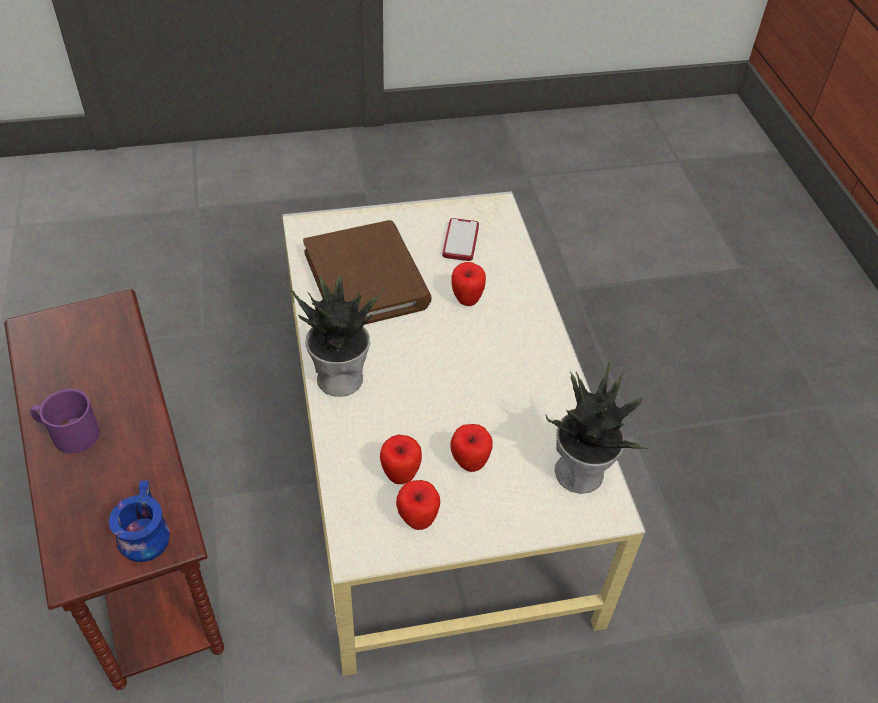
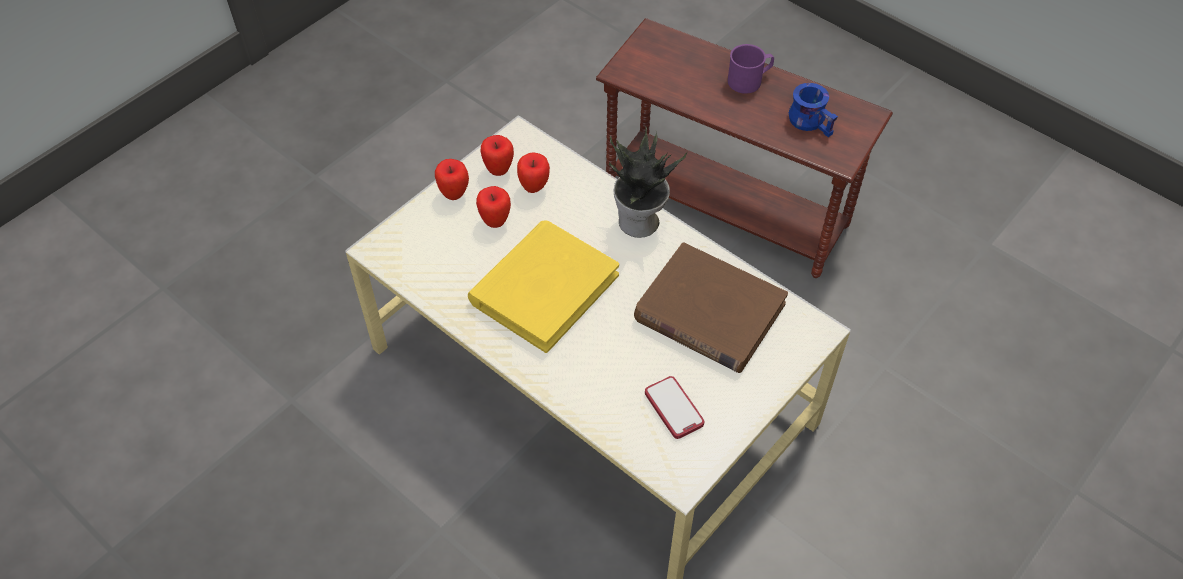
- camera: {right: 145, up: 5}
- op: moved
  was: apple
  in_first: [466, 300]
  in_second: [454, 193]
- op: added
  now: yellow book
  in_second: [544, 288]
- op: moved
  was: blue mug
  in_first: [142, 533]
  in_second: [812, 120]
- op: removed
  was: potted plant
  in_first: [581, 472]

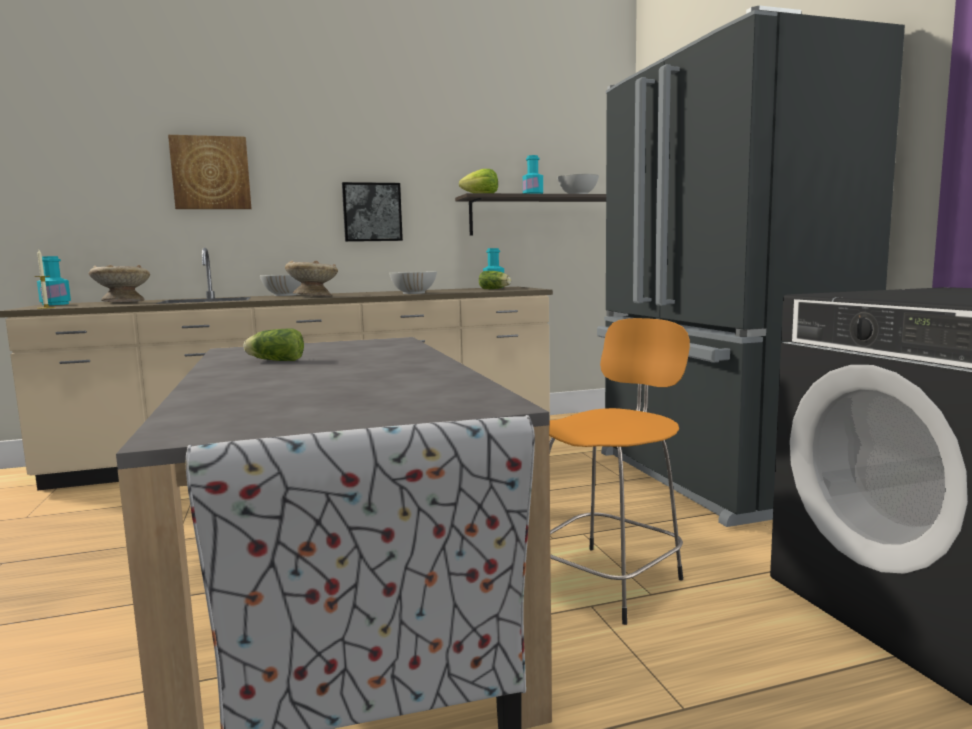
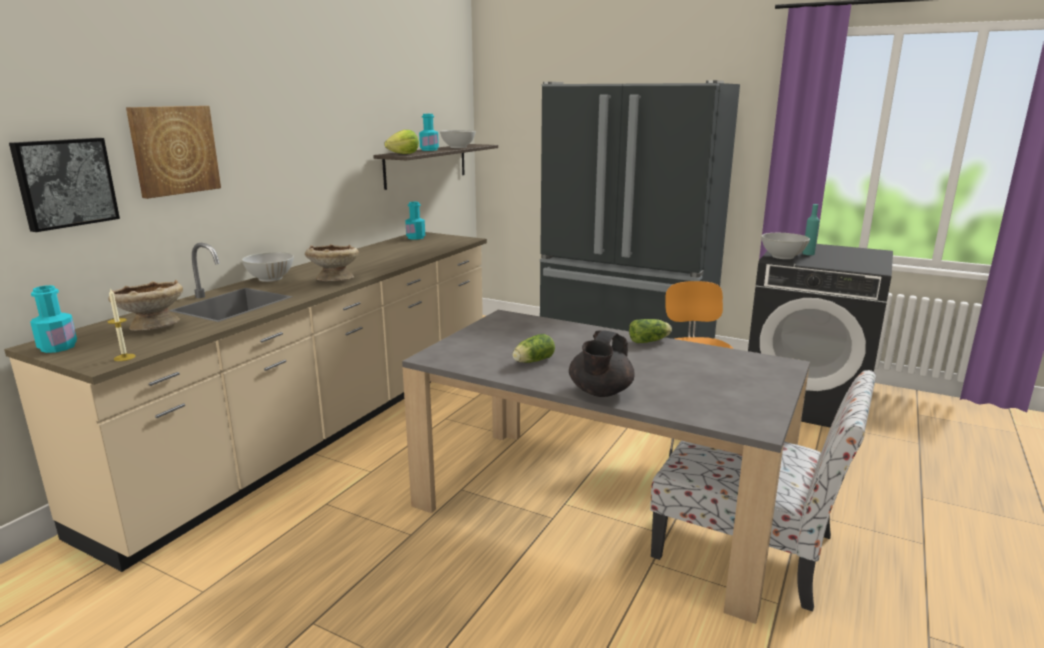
- camera: {right: -45, up: 10}
- op: moved
  was: picture
  in_first: [372, 212]
  in_second: [65, 183]
- op: added
  now: black teapot
  in_second: [600, 392]
- op: moved
  was: lettuce
  in_first: [495, 289]
  in_second: [650, 341]
- op: moved
  was: white bowl
  in_first: [413, 293]
  in_second: [782, 257]
- op: added
  now: turquoise bottle
  in_second: [808, 254]

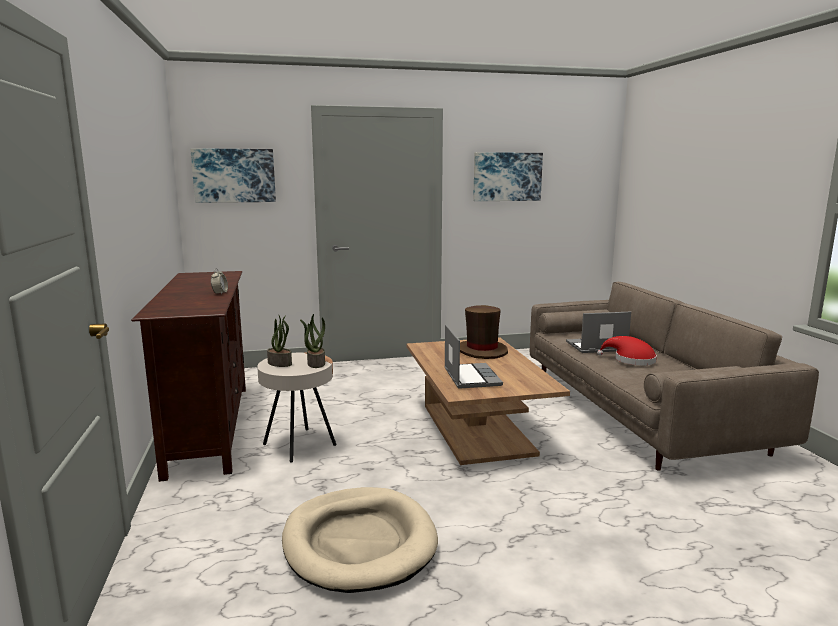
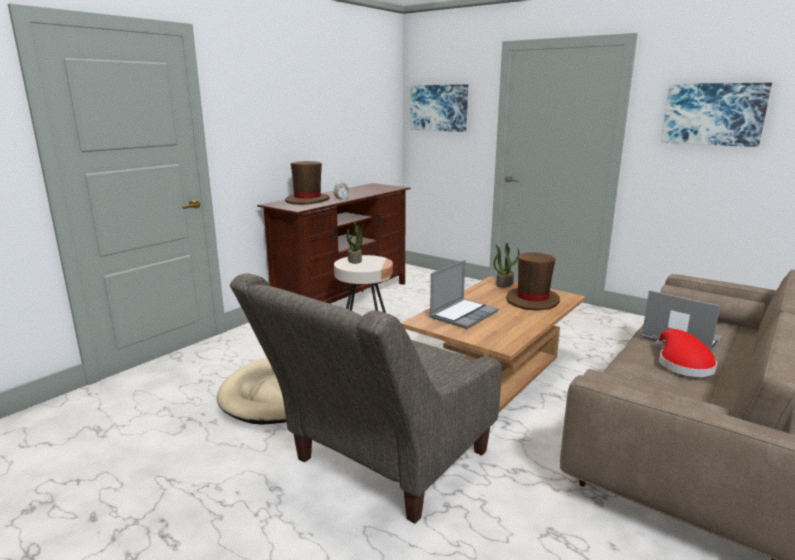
- camera: {right: 50, up: 5}
- op: added
  now: grey armchair
  in_second: [379, 466]
- op: added
  now: brown hat
  in_second: [308, 200]
- op: moved
  was: potted plant
  in_first: [315, 363]
  in_second: [504, 284]

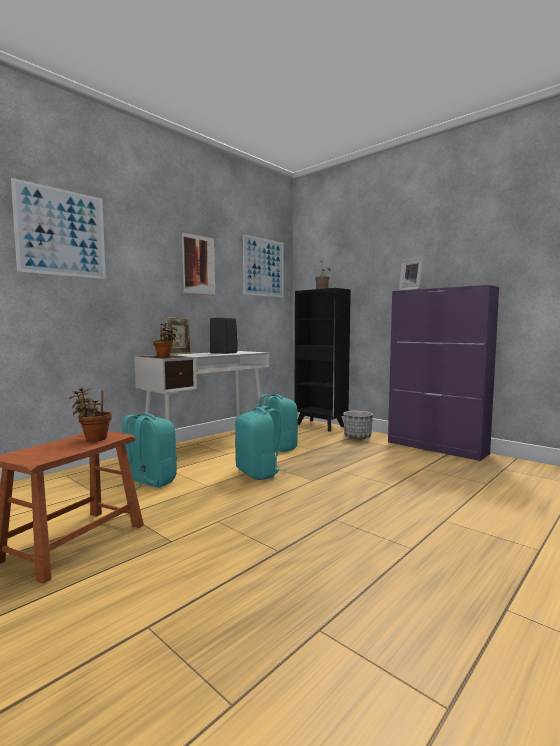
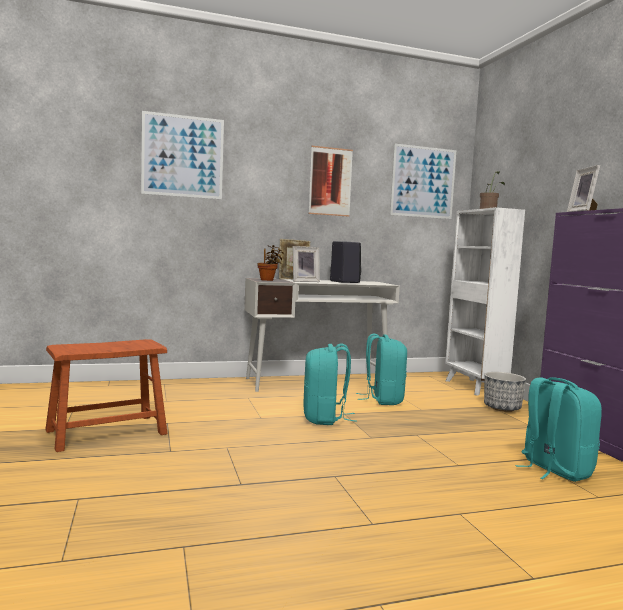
- camera: {right: 30, up: 0}
- op: added
  now: picture frame
  in_second: [304, 281]
- op: recoloured
  was: black bookcase
  now: white bookcase
  in_first: [320, 426]
  in_second: [474, 387]
- op: moved
  was: turquoise backpack
  in_first: [149, 482]
  in_second: [554, 470]
- op: removed
  was: potted plant
  in_first: [93, 439]

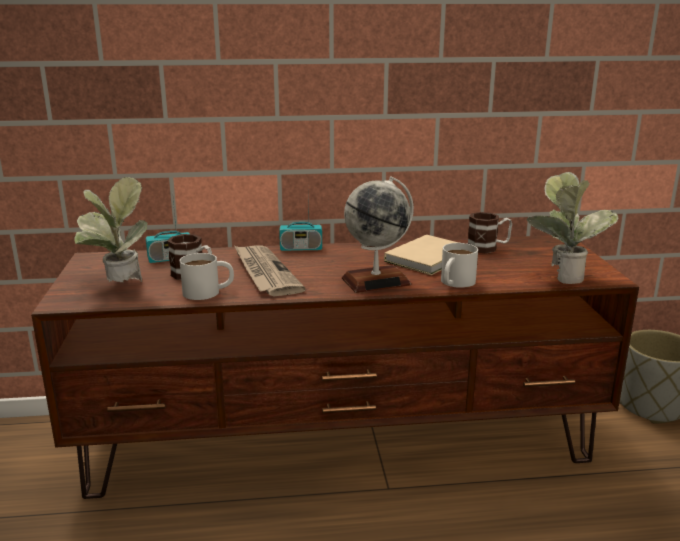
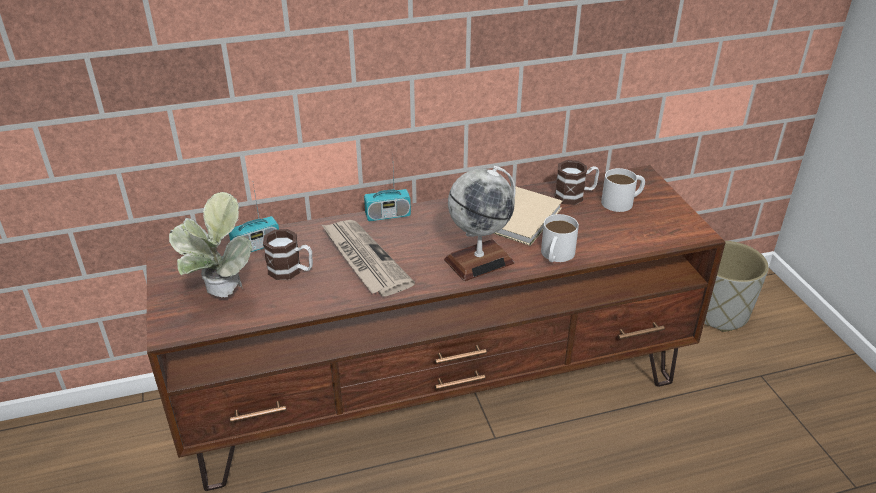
- camera: {right: -10, up: 15}
- op: moved
  was: white mug
  in_first: [208, 292]
  in_second: [622, 201]
- op: removed
  was: potted plant
  in_first: [562, 275]

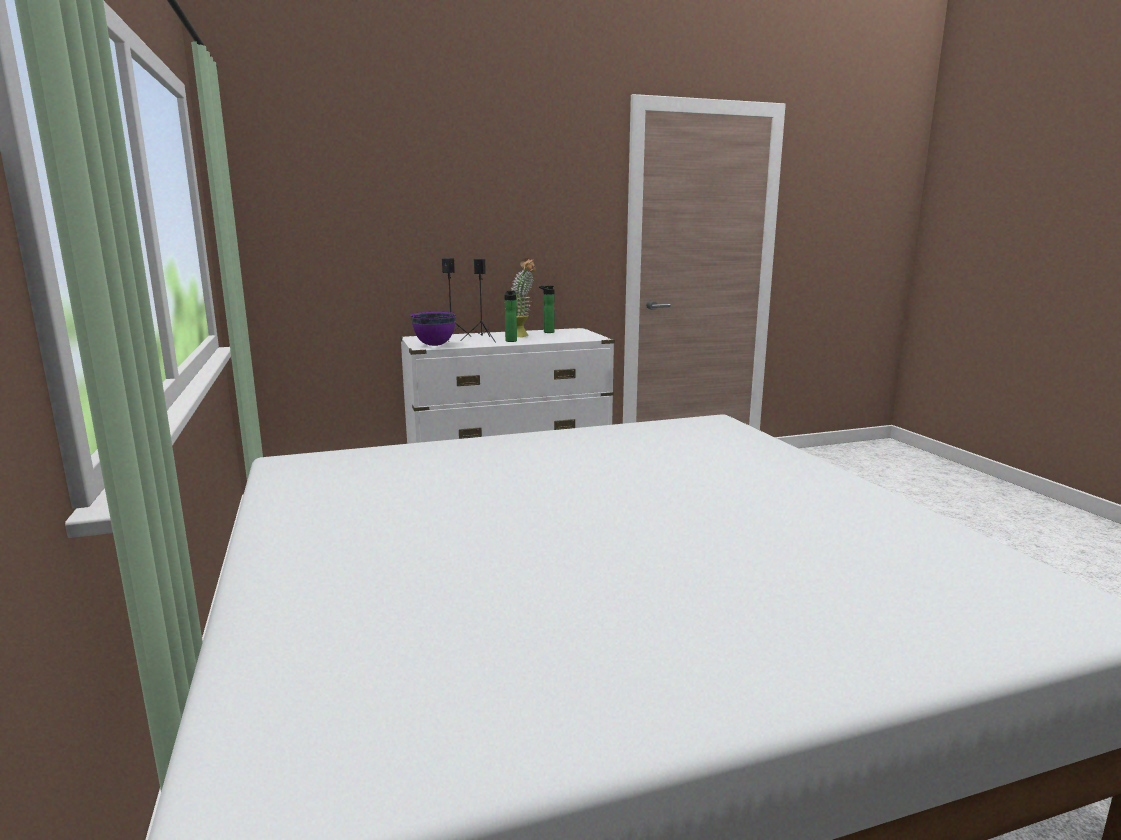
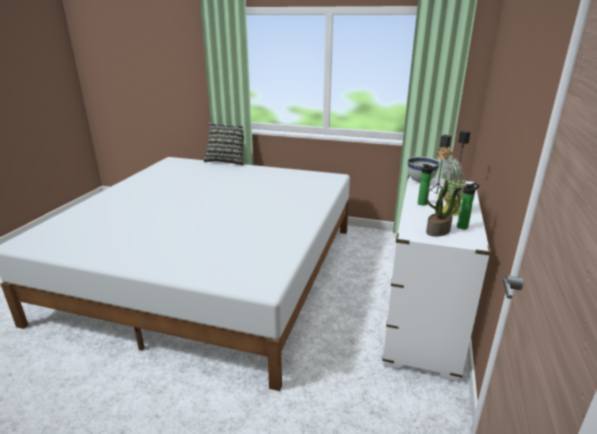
- camera: {right: 125, up: 10}
- op: added
  now: pillow
  in_second: [227, 161]
- op: recoloured
  was: purple bowl
  now: white bowl
  in_first: [435, 345]
  in_second: [420, 182]
- op: added
  now: potted plant
  in_second: [438, 231]

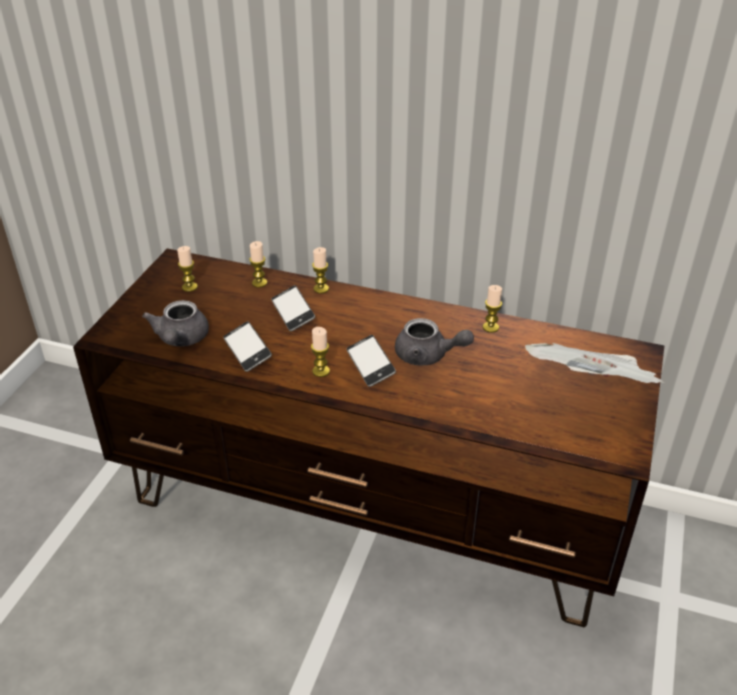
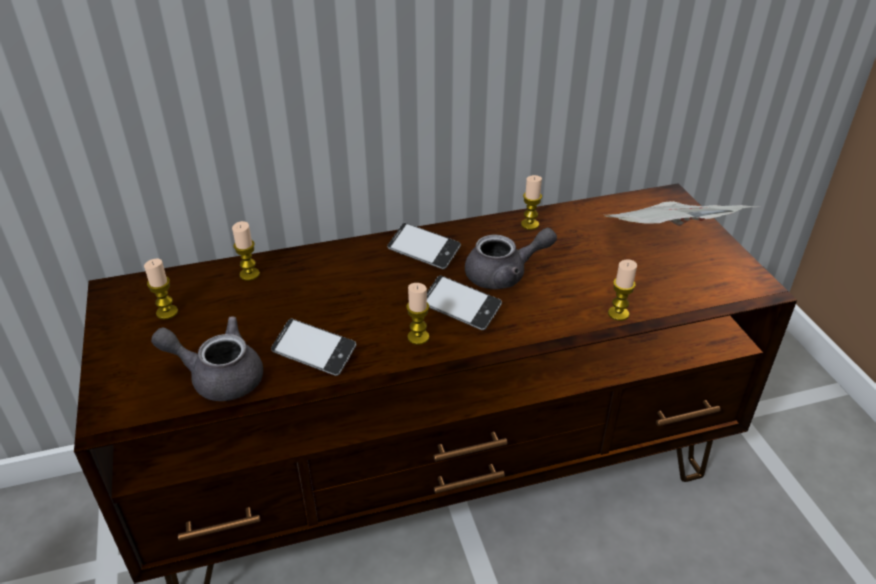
- camera: {right: -35, up: 0}
- op: turned
  was: grey teapot
  in_first: [180, 339]
  in_second: [218, 376]
  clockwise: 135
- op: moved
  was: phone
  in_first: [293, 312]
  in_second: [423, 251]
- op: moved
  was: candle
  in_first: [321, 289]
  in_second: [618, 314]

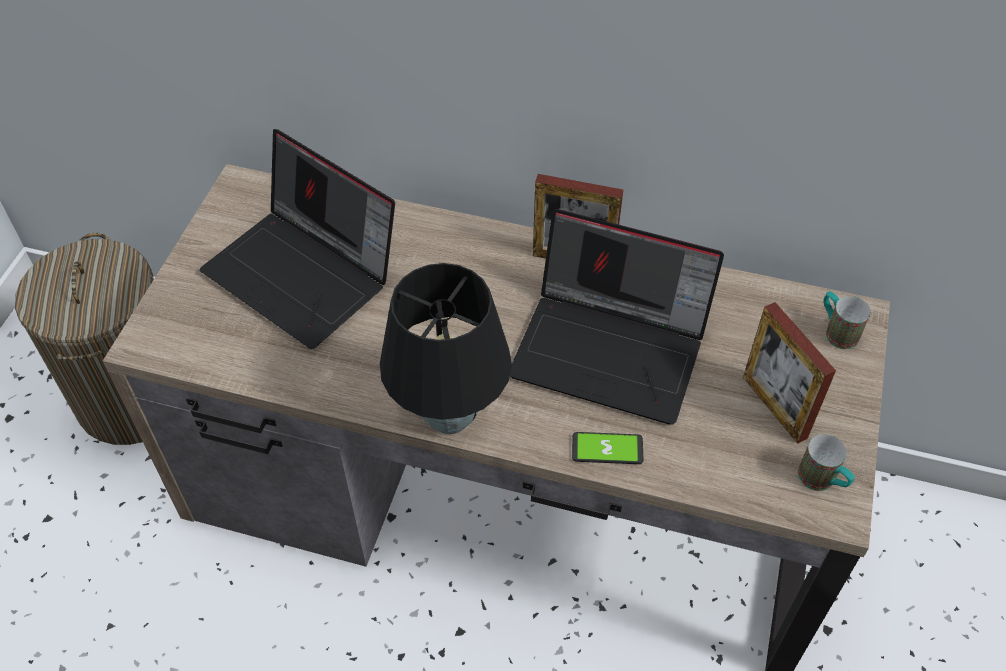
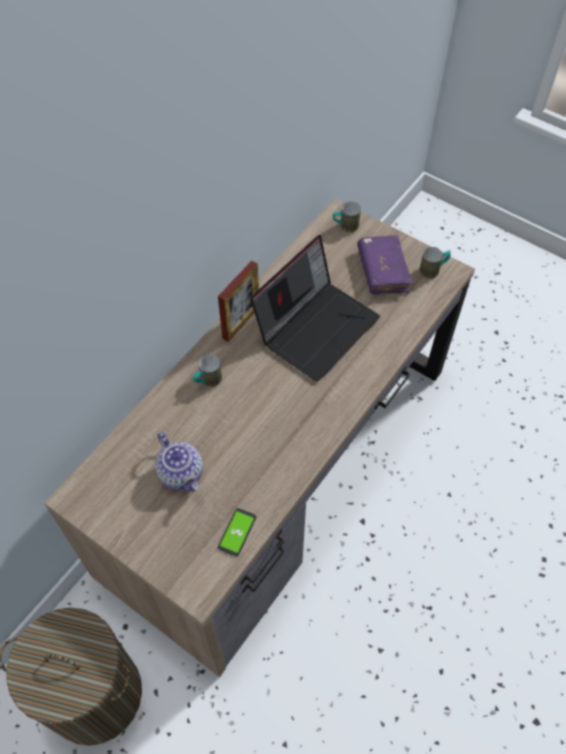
- camera: {right: -70, up: 5}
- op: replaced
  was: laptop
  now: teapot
  in_first: [305, 273]
  in_second: [182, 473]
- op: added
  now: mug
  in_second: [207, 381]
- op: moved
  was: phone
  in_first: [607, 449]
  in_second: [237, 532]
- op: replaced
  was: picture frame
  now: purple book
  in_first: [774, 407]
  in_second: [383, 271]
- op: removed
  was: black table lamp
  in_first: [448, 417]

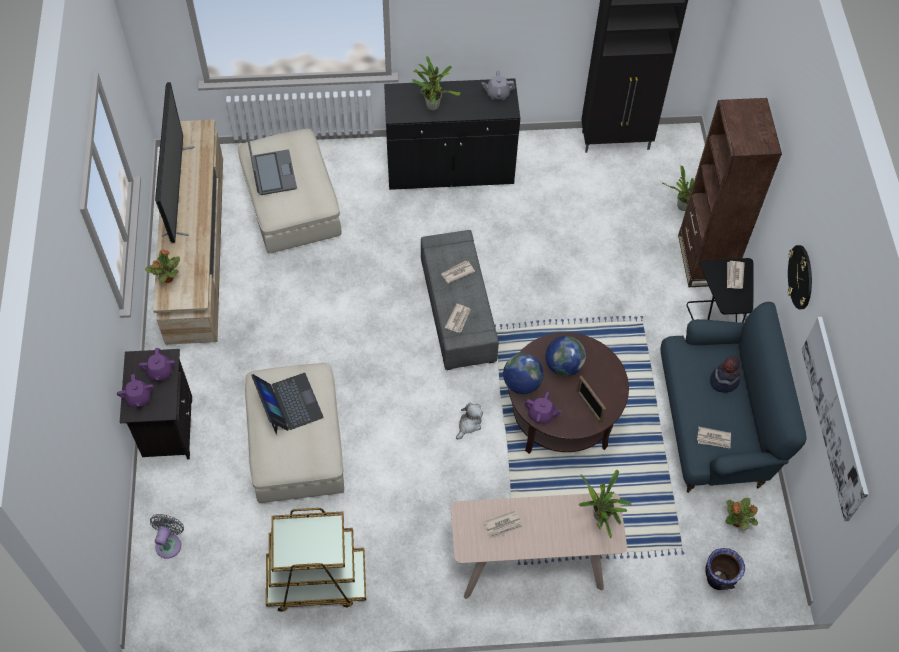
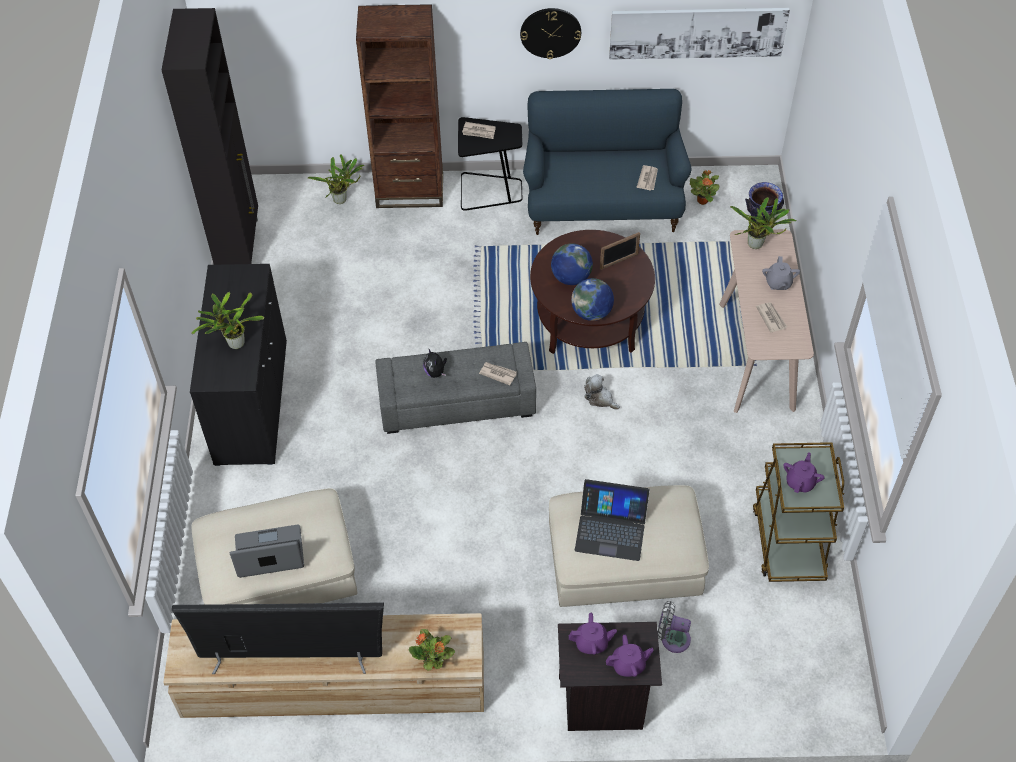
- camera: {right: -85, up: -5}
- op: replaced
  was: newspaper
  now: plush toy
  in_first: [457, 272]
  in_second: [435, 372]
- op: turned
  was: laptop
  in_first: [289, 404]
  in_second: [611, 529]
  clockwise: -150
- op: moved
  was: grey fan
  in_first: [169, 543]
  in_second: [672, 638]
- op: moved
  was: grey teapot
  in_first: [497, 93]
  in_second: [778, 283]
- op: moved
  was: purple teapot
  in_first: [541, 415]
  in_second: [800, 482]
- op: removed
  was: hat
  in_first: [724, 380]

